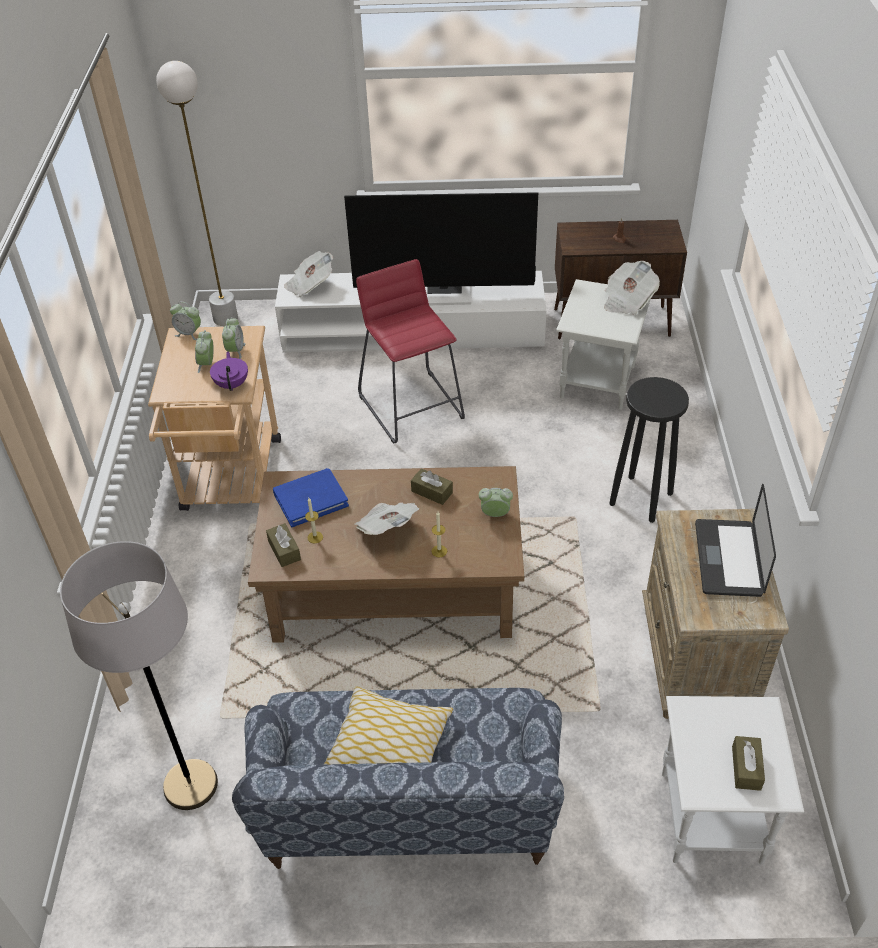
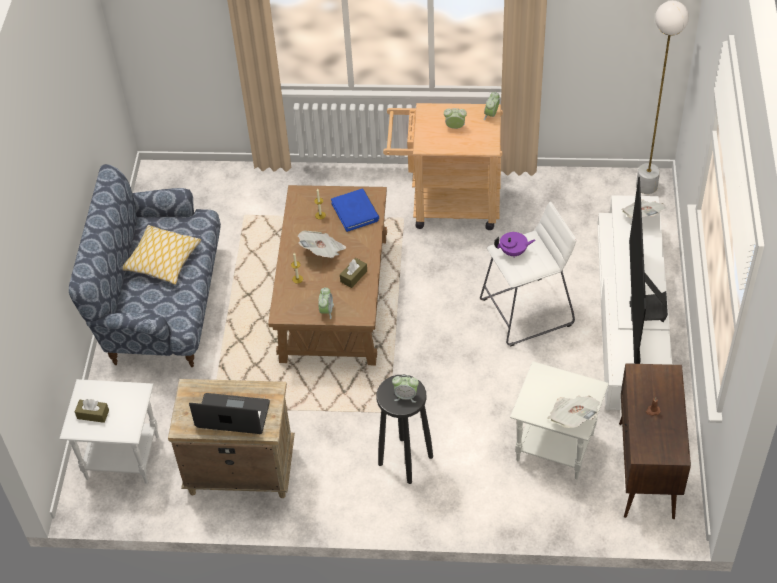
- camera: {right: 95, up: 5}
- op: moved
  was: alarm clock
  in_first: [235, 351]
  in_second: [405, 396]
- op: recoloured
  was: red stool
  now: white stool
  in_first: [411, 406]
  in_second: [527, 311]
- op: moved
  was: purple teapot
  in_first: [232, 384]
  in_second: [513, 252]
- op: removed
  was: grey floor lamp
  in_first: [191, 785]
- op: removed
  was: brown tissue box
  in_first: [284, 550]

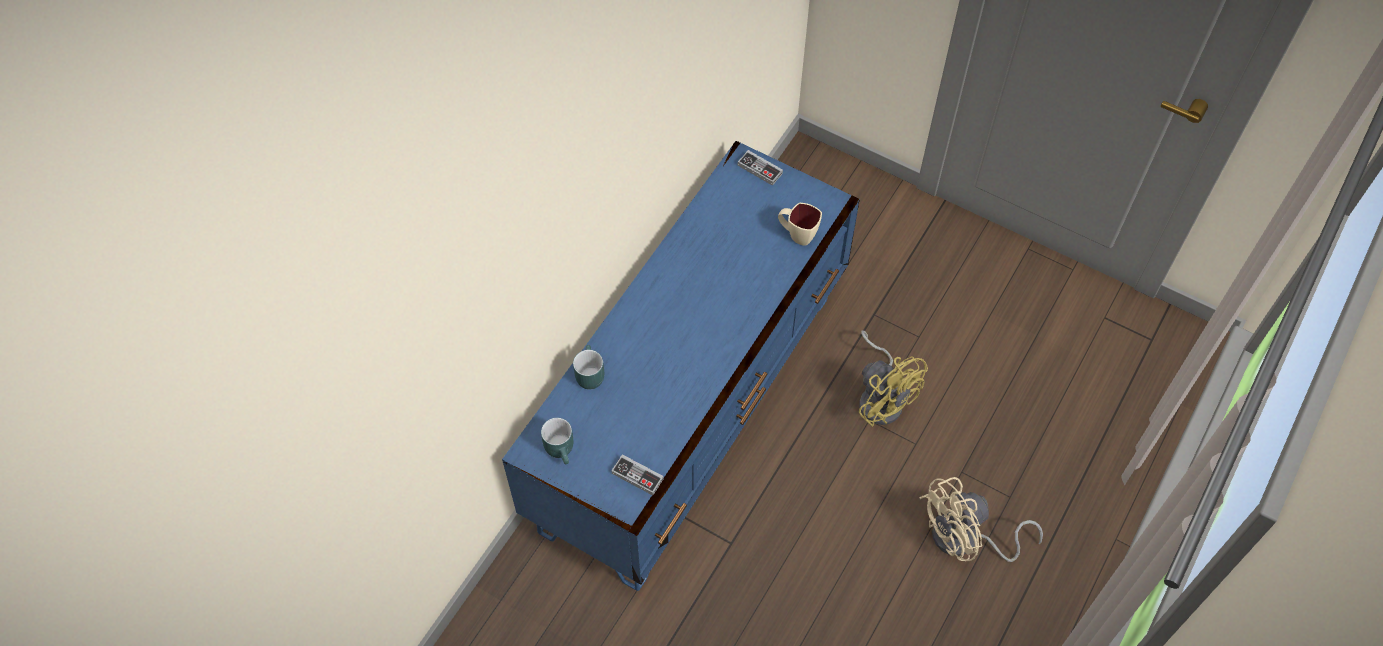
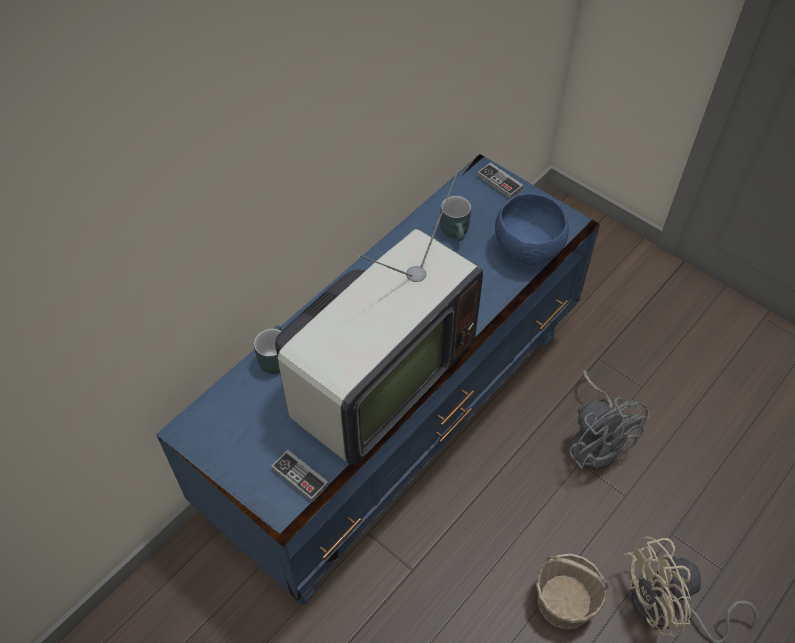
- camera: {right: 10, up: -5}
- op: added
  now: television
  in_second: [375, 381]
- op: moved
  was: turquoise mug
  in_first: [562, 449]
  in_second: [457, 232]
- op: replaced
  was: beige mug
  now: blue bowl
  in_first: [797, 235]
  in_second: [527, 249]
- op: added
  now: basket
  in_second: [565, 602]
- op: recoloured
  was: yellow fan
  now: grey fan
  in_first: [881, 397]
  in_second: [595, 441]

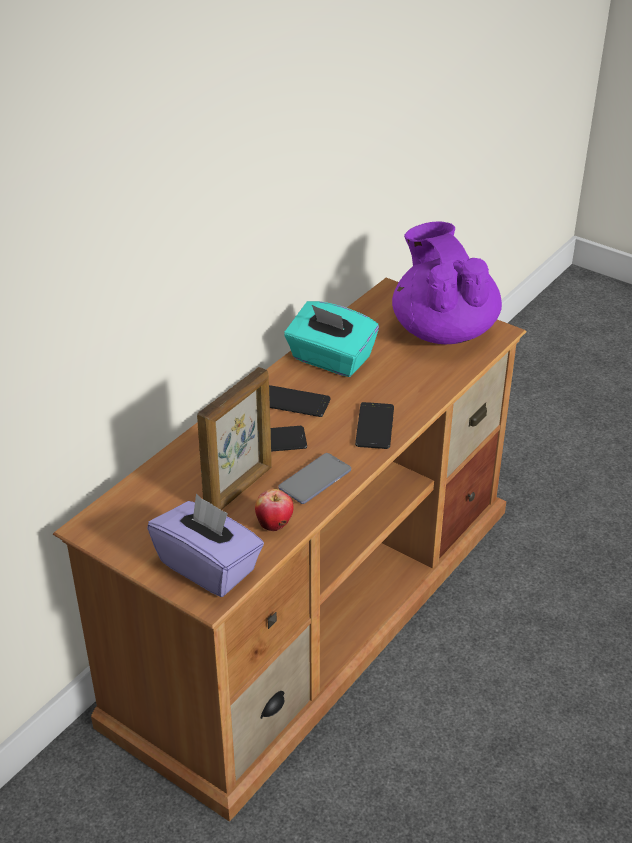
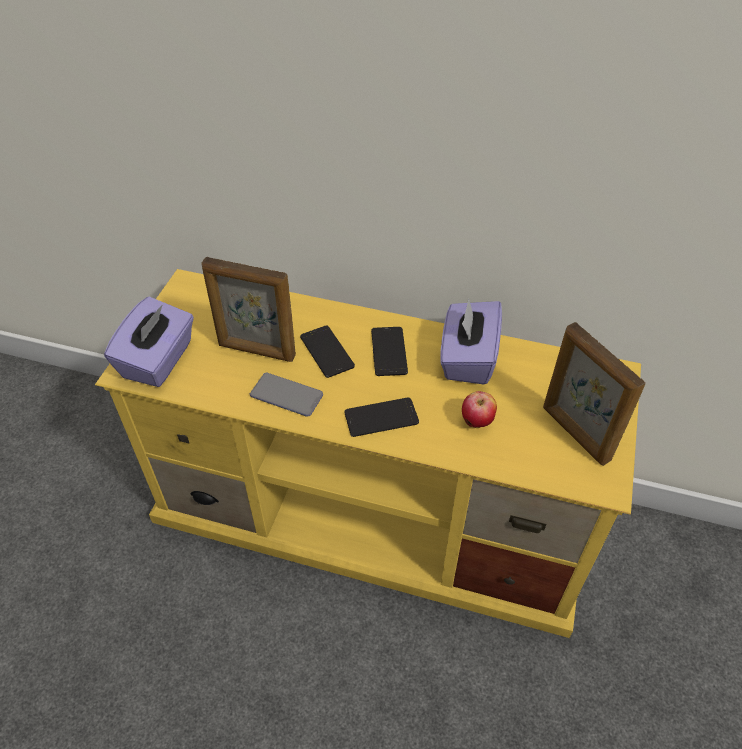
- camera: {right: 70, up: 10}
- op: recoloured
  was: brown tv stand
  now: yellow tv stand
  in_first: [317, 606]
  in_second: [374, 513]
- op: recoloured
  was: turquoise tissue box
  now: purple tissue box
  in_first: [330, 360]
  in_second: [467, 358]
- op: moved
  was: apple
  in_first: [274, 525]
  in_second: [477, 422]
- op: replaced
  was: purple teapot
  now: picture frame
  in_first: [443, 330]
  in_second: [575, 434]

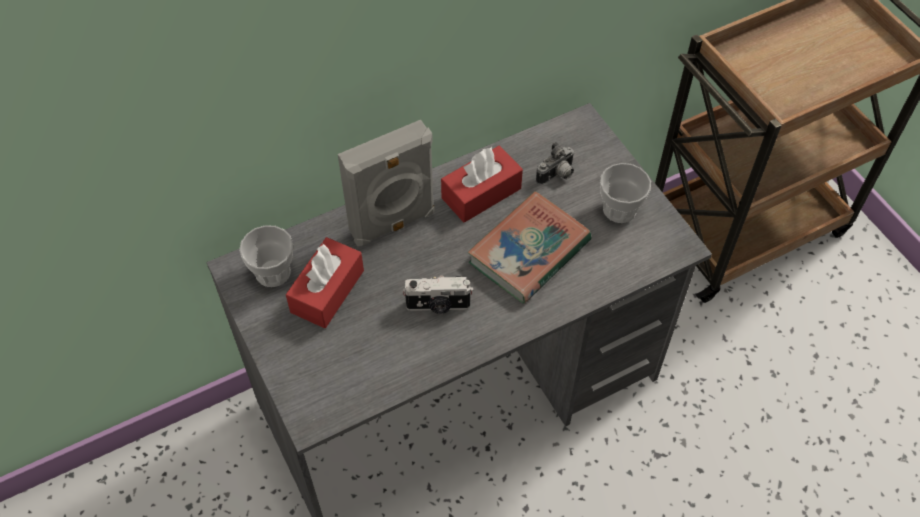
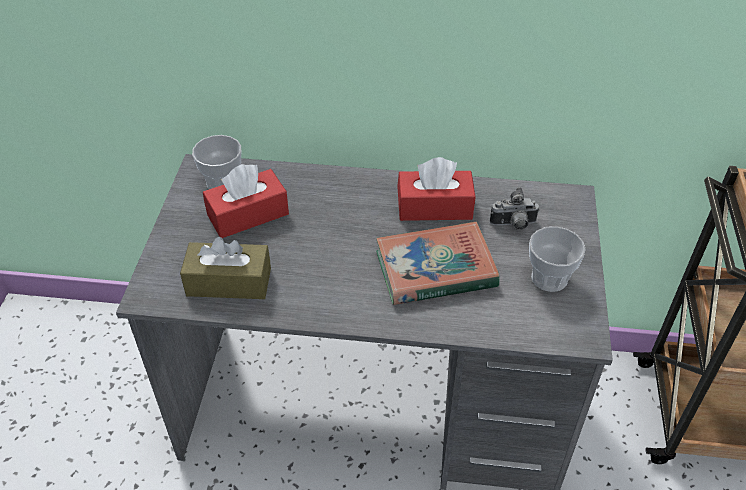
- camera: {right: 35, up: -10}
- op: added
  now: brown tissue box
  in_second: [229, 282]
- op: removed
  was: grey speaker
  in_first: [393, 224]
- op: removed
  was: photo camera
  in_first: [438, 306]

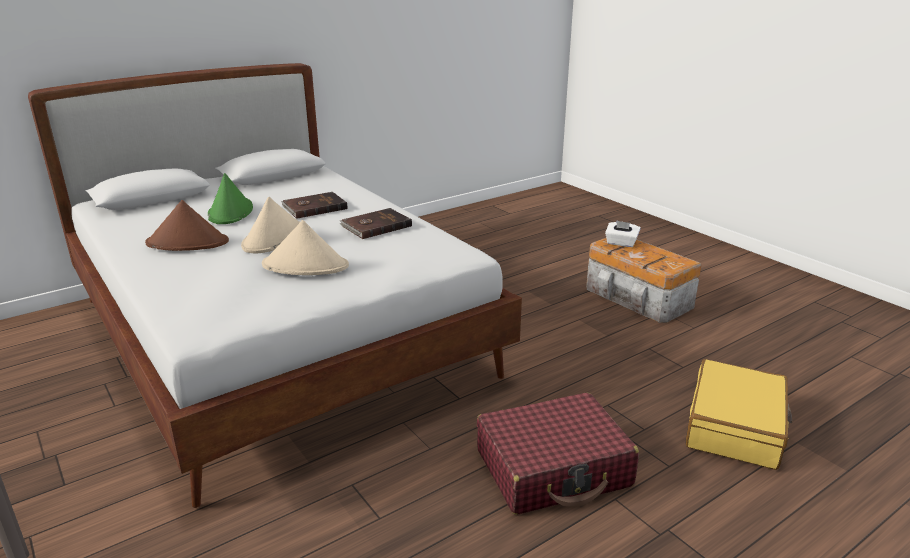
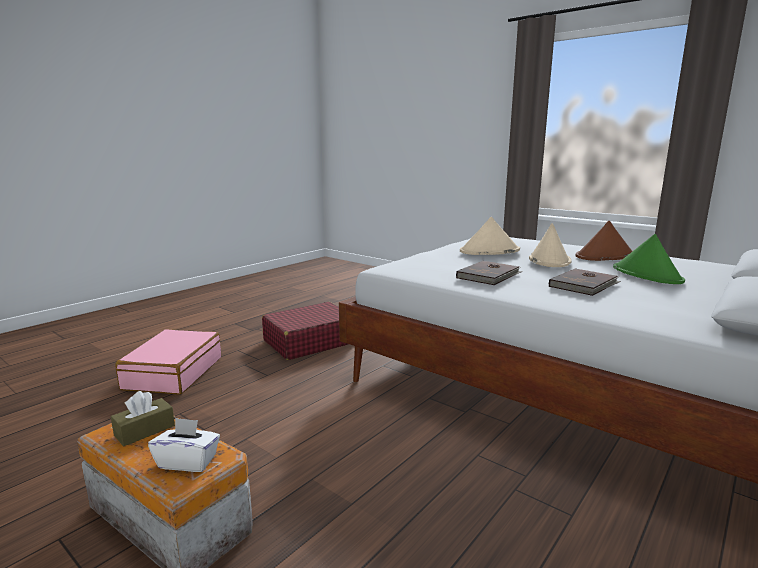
- camera: {right: 165, up: -10}
- op: added
  now: brown tissue box
  in_second: [144, 430]
- op: recoloured
  was: yellow suitcase
  now: pink suitcase
  in_first: [735, 427]
  in_second: [173, 373]

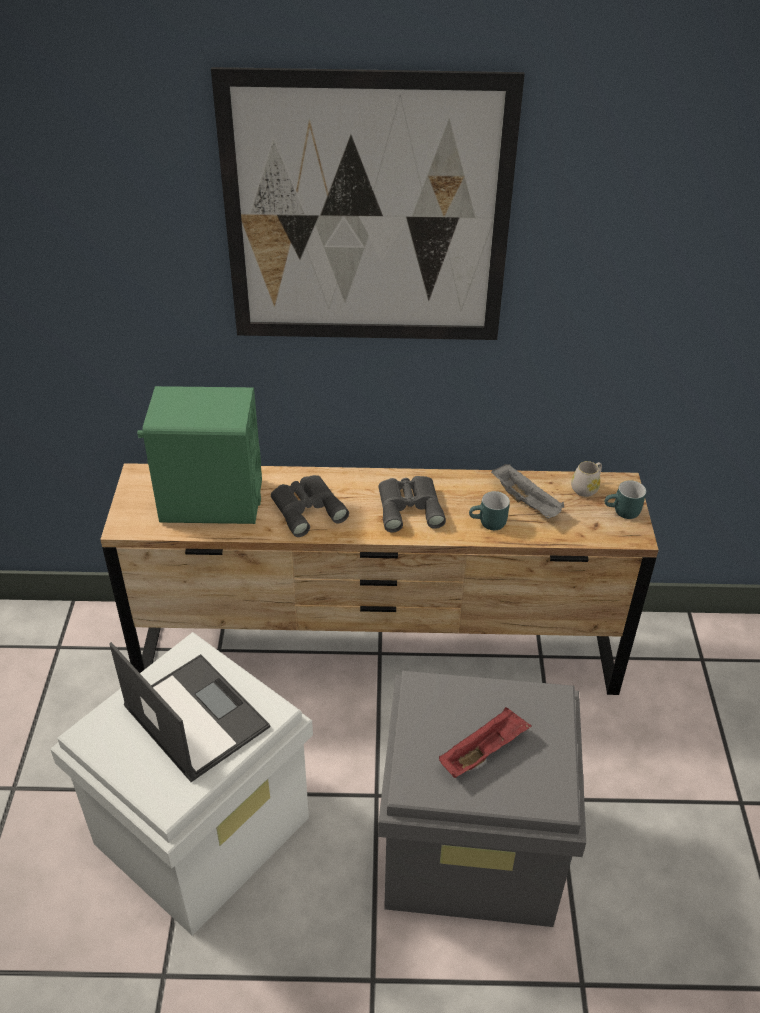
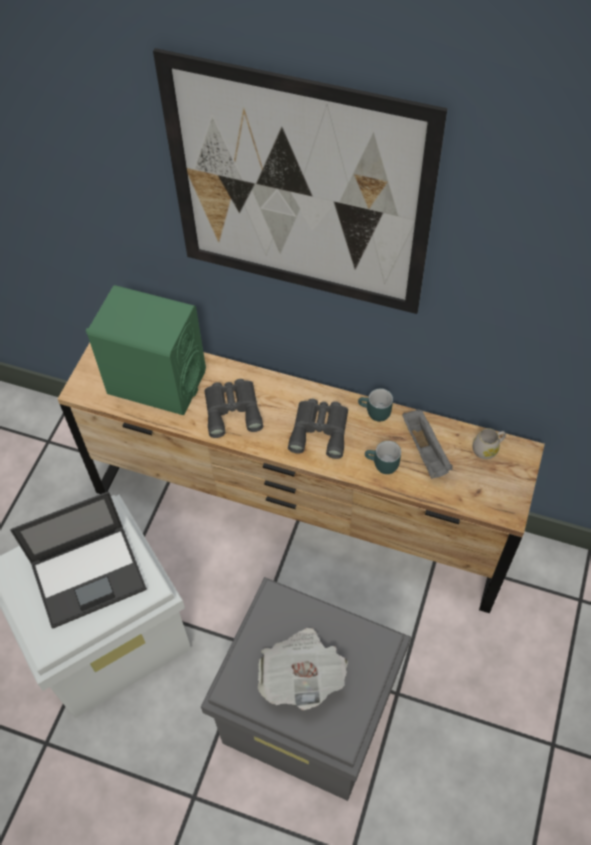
- camera: {right: 20, up: 15}
- op: turned
  was: laptop
  in_first: [194, 716]
  in_second: [89, 574]
  clockwise: 90
- op: replaced
  was: red tray
  now: newspaper
  in_first: [483, 751]
  in_second: [302, 674]
- op: moved
  was: turquoise mug
  in_first: [623, 512]
  in_second: [374, 413]

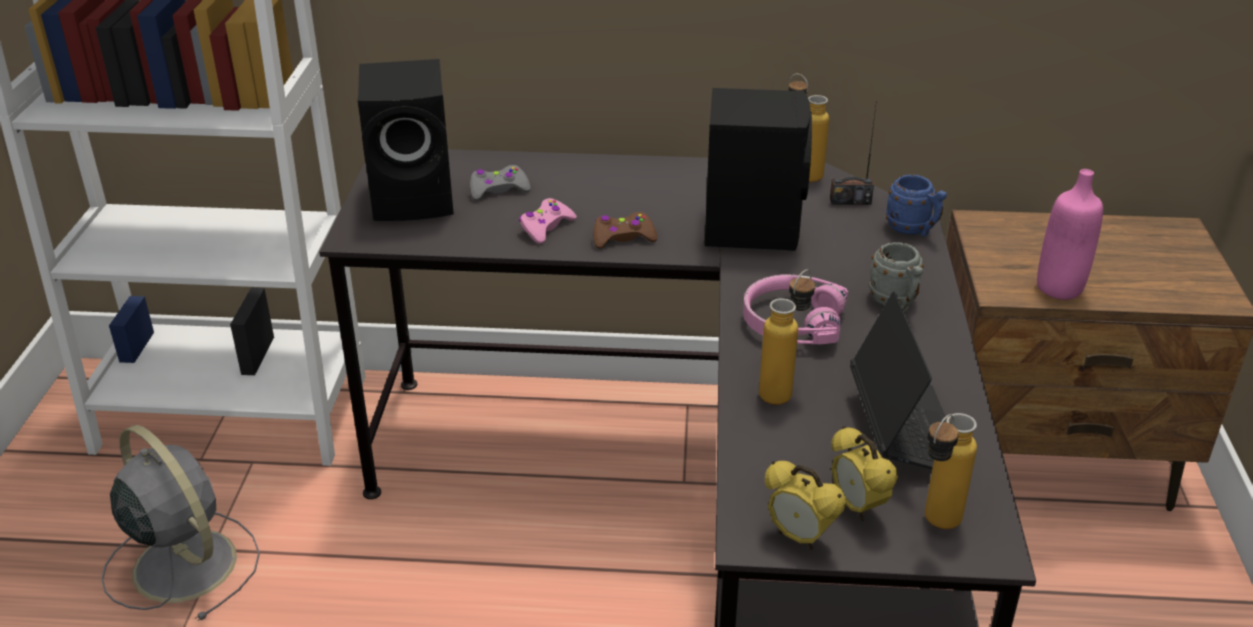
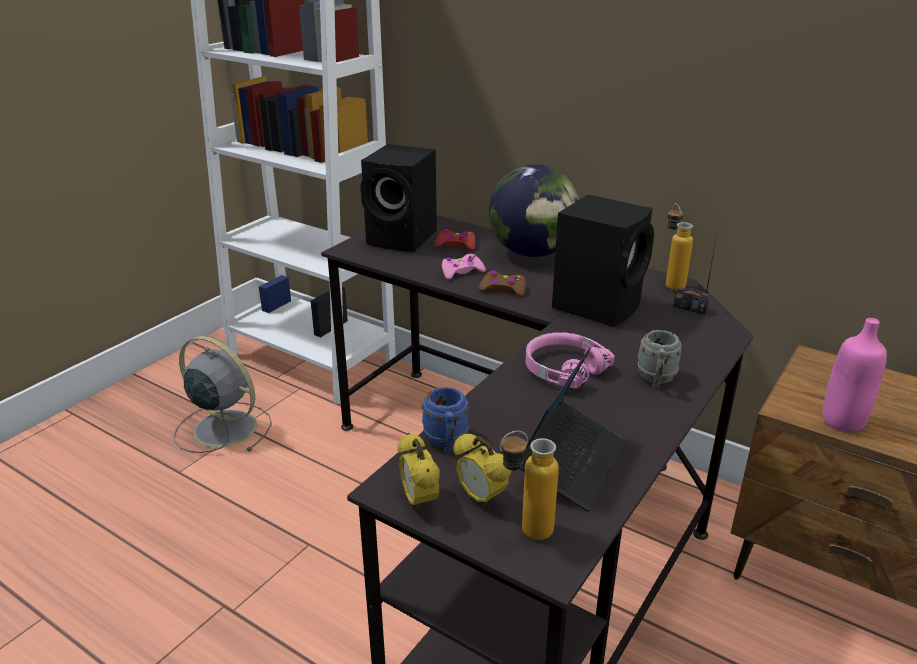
- camera: {right: 30, up: -5}
- op: turned
  was: grey fan
  in_first: [182, 563]
  in_second: [223, 427]
  clockwise: -45
- op: moved
  was: blue mug
  in_first: [913, 230]
  in_second: [447, 443]
- op: recoloured
  was: grey game controller
  now: red game controller
  in_first: [498, 190]
  in_second: [455, 245]
- op: turned
  was: alarm clock
  in_first: [857, 507]
  in_second: [481, 498]
  clockwise: -45
- op: added
  now: globe
  in_second: [532, 253]
- op: removed
  was: bottle
  in_first: [783, 389]

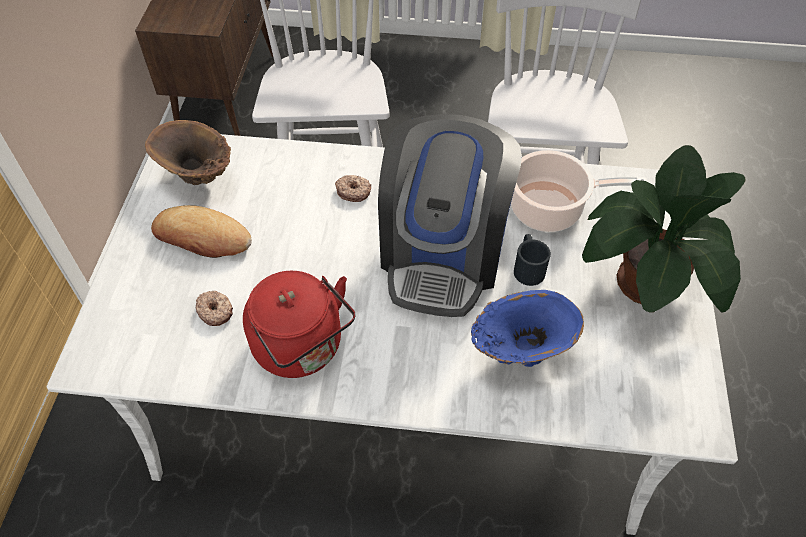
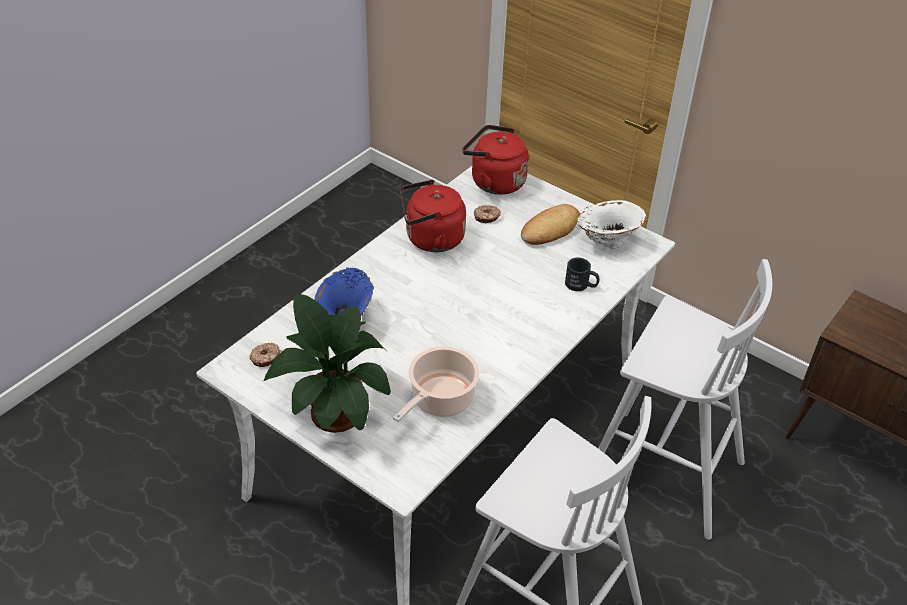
- camera: {right: 120, up: -10}
- op: moved
  was: donut
  in_first: [353, 191]
  in_second: [265, 358]
- op: added
  now: red kettle
  in_second: [494, 181]
- op: moved
  was: black mug
  in_first: [528, 267]
  in_second: [581, 285]
- op: recoloured
  was: brown vase
  now: white vase
  in_first: [198, 179]
  in_second: [607, 242]
- op: removed
  was: coffee machine
  in_first: [442, 254]

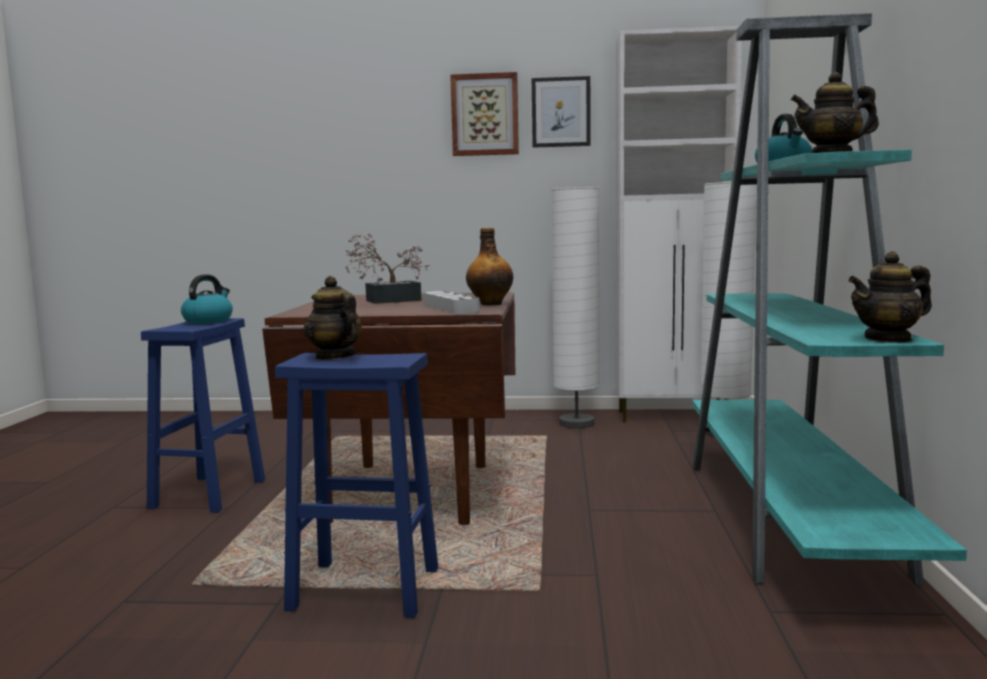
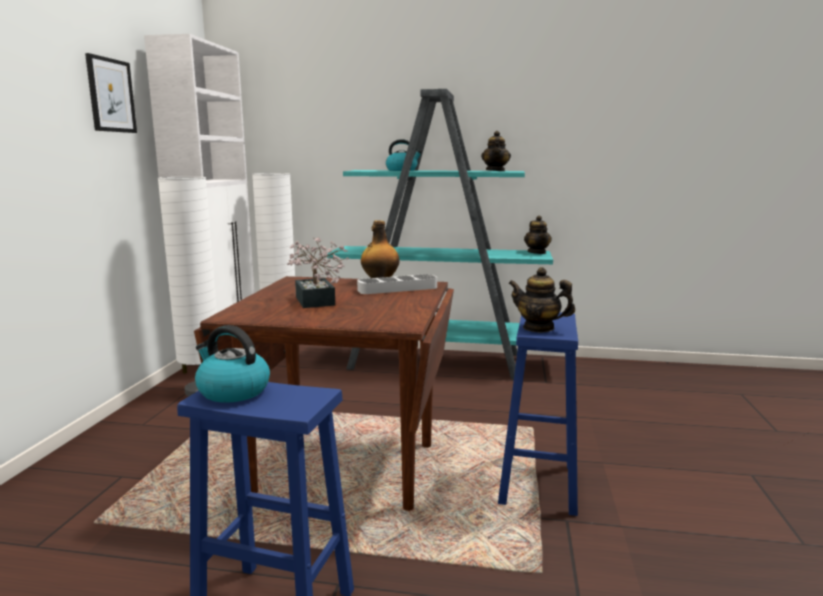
- camera: {right: -85, up: 5}
- op: turned
  was: teapot
  in_first: [334, 356]
  in_second: [538, 328]
  clockwise: 60
- op: removed
  was: picture
  in_first: [485, 115]

